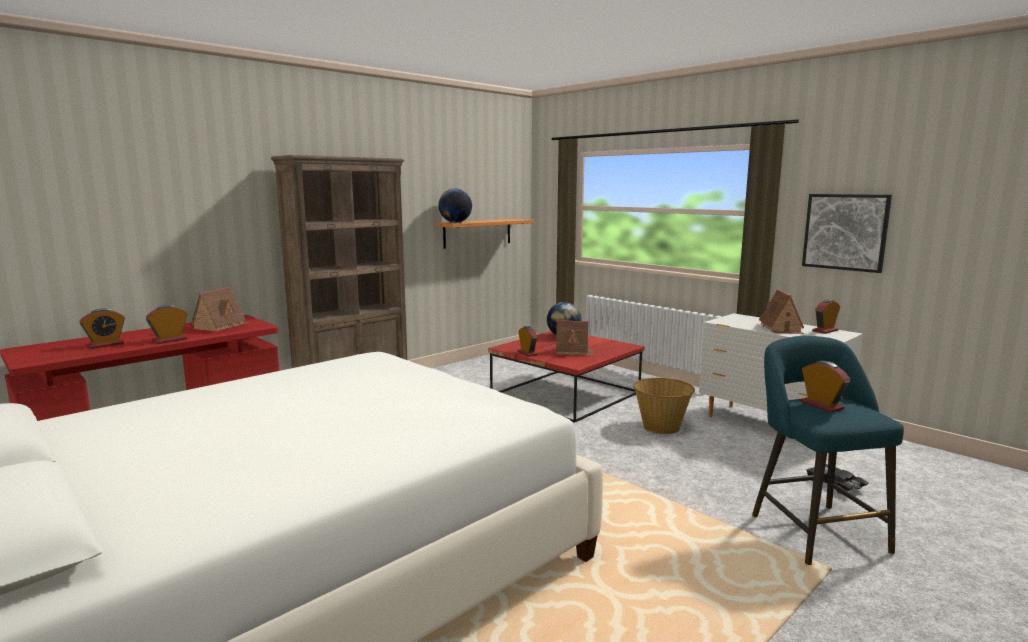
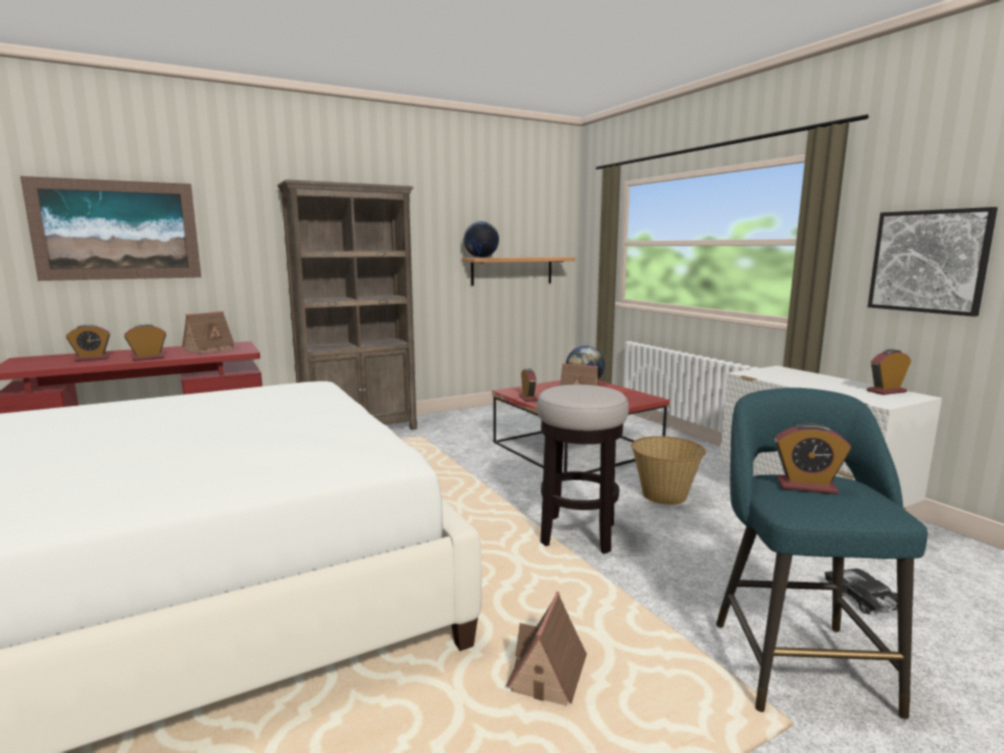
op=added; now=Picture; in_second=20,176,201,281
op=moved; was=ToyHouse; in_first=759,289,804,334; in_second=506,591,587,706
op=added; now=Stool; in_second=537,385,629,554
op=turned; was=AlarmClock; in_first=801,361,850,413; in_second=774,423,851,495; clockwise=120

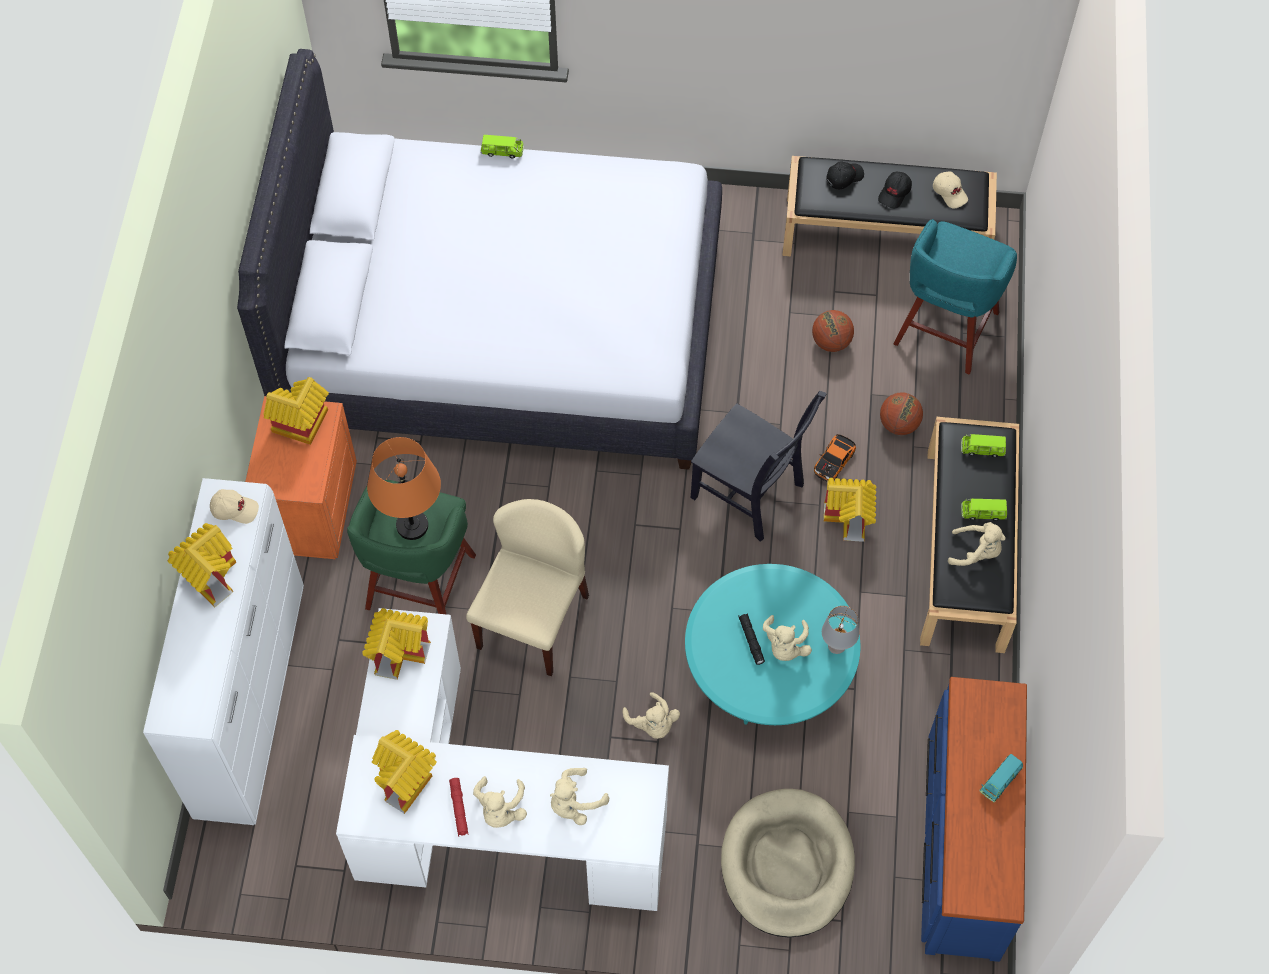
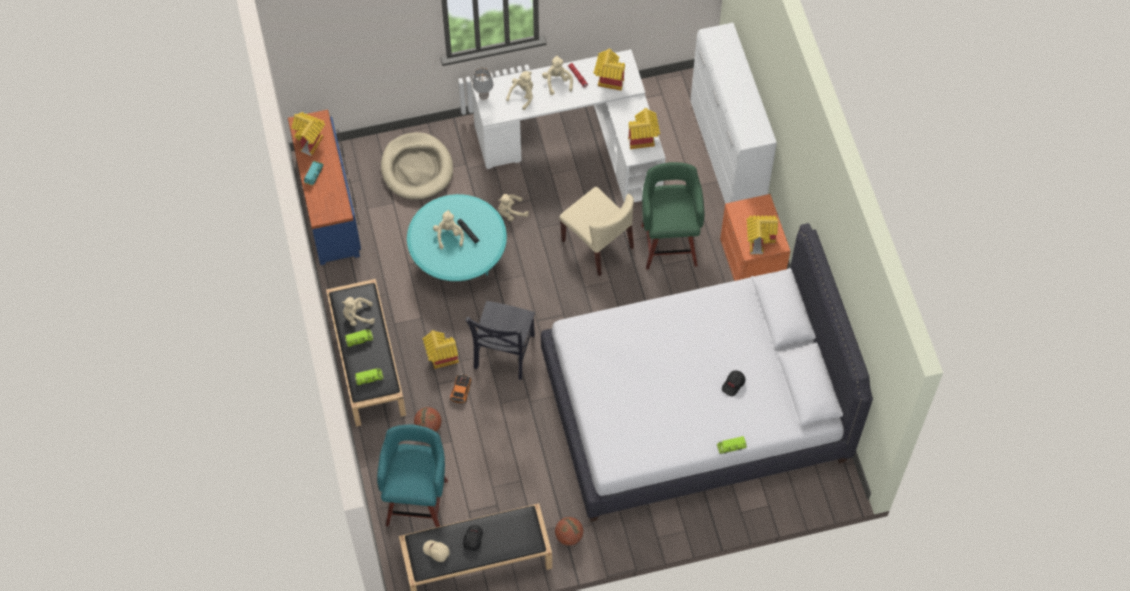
op=moved; was=ToyHouse; in_first=167,523,236,607; in_second=292,112,325,156
op=turned; was=BlackChair; in_first=691,391,827,542; in_second=465,301,535,380; clockwise=-90
op=moved; was=GreyTableLamp; in_first=822,606,859,654; in_second=473,68,493,100
op=turned; was=BeigePlushToy; in_first=622,692,680,739; in_second=498,194,529,221; clockwise=-60
op=moved; was=Basketball; in_first=812,310,854,352; in_second=555,517,583,546
op=turned; was=BeigeChair; in_first=466,499,589,676; in_second=560,187,634,276; clockwise=-45
op=moved; was=BlackCap; in_first=826,161,864,189; in_second=722,370,745,396
op=removed; was=BeigeCap; in_first=210,489,259,524
op=removed; was=OrangeTableLamp; in_first=367,437,441,540

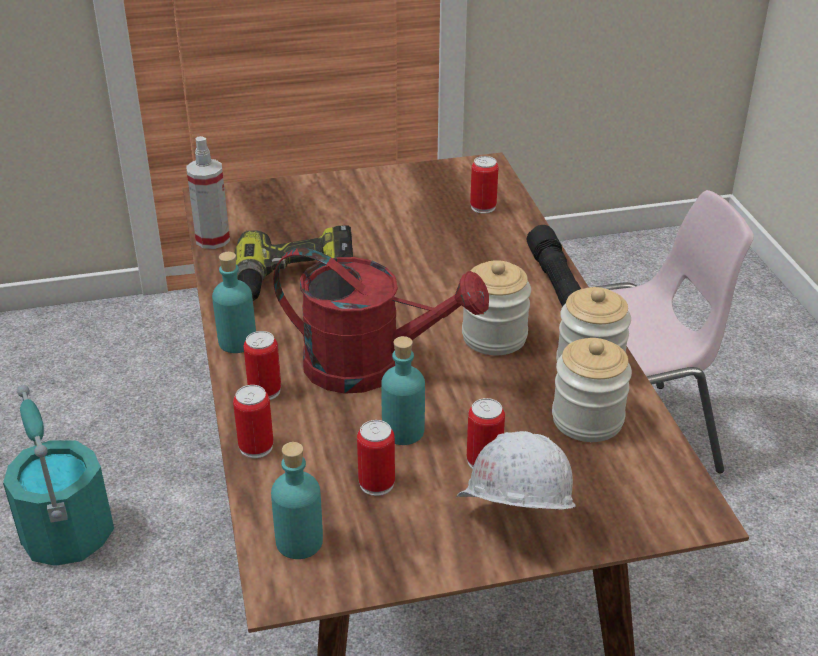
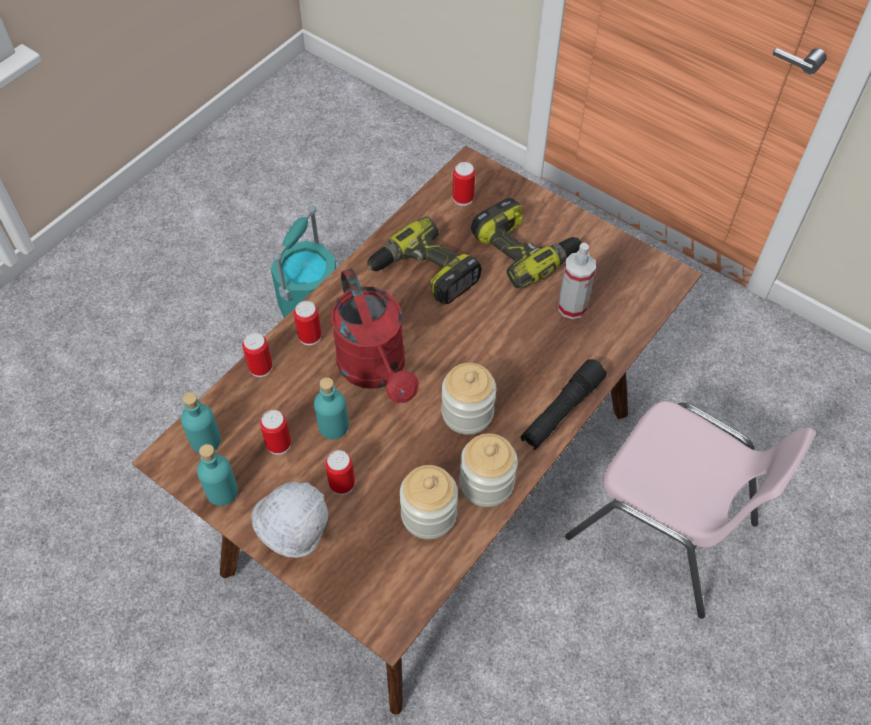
op=moved; was=TurquoiseBottle; in_first=212,252,256,353; in_second=197,444,238,506
op=moved; was=Can; in_first=470,156,498,213; in_second=453,162,475,206
op=added; now=PowerDrill; in_second=471,198,582,288
op=moved; was=SprayBottle; in_first=186,136,230,249; in_second=558,243,596,319

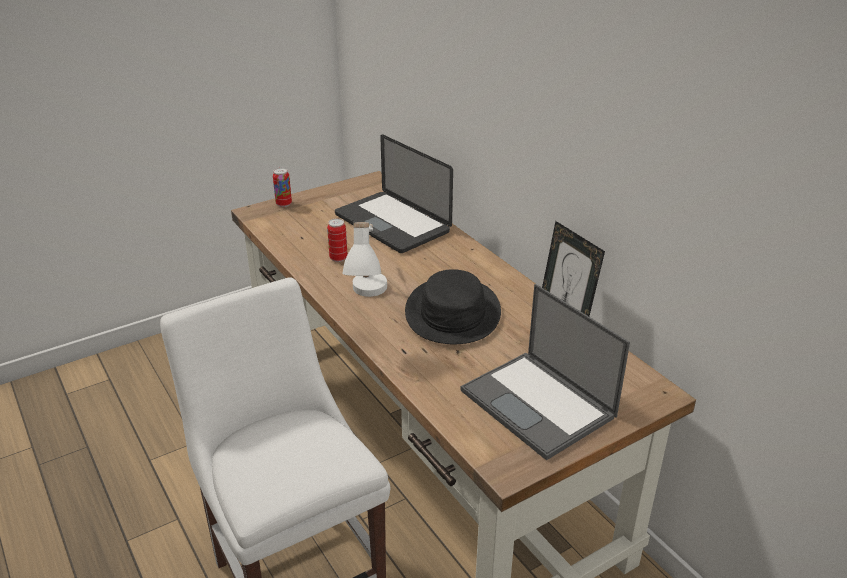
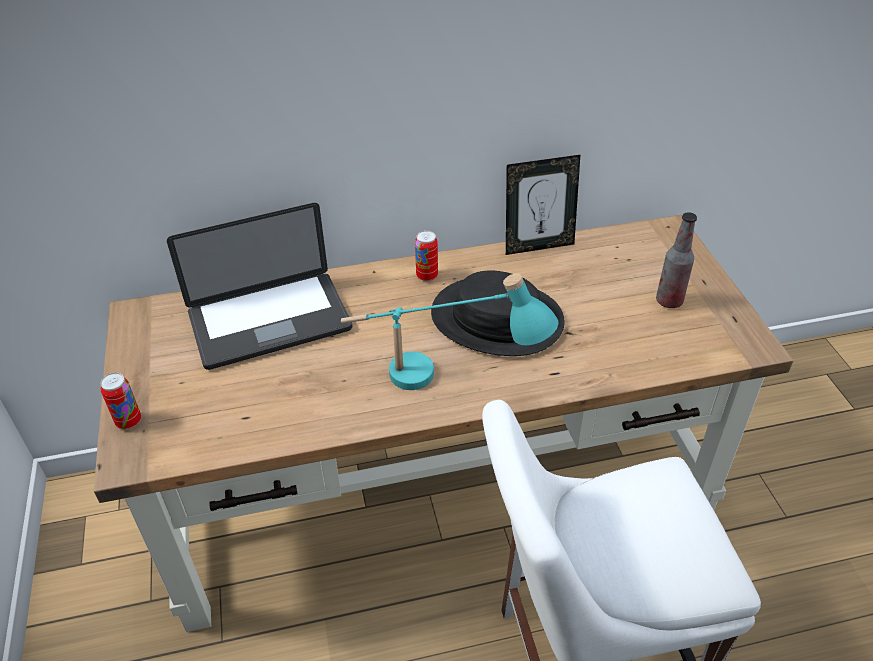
op=recoloured; was=WhiteTableLamp; now=TurquoiseTableLamp; in_first=343,222,387,297; in_second=341,273,558,390
op=moved; was=Can; in_first=327,218,347,262; in_second=415,230,438,281
op=replaced; was=Laptop; now=Bottle; in_first=460,284,630,461; in_second=656,212,697,308

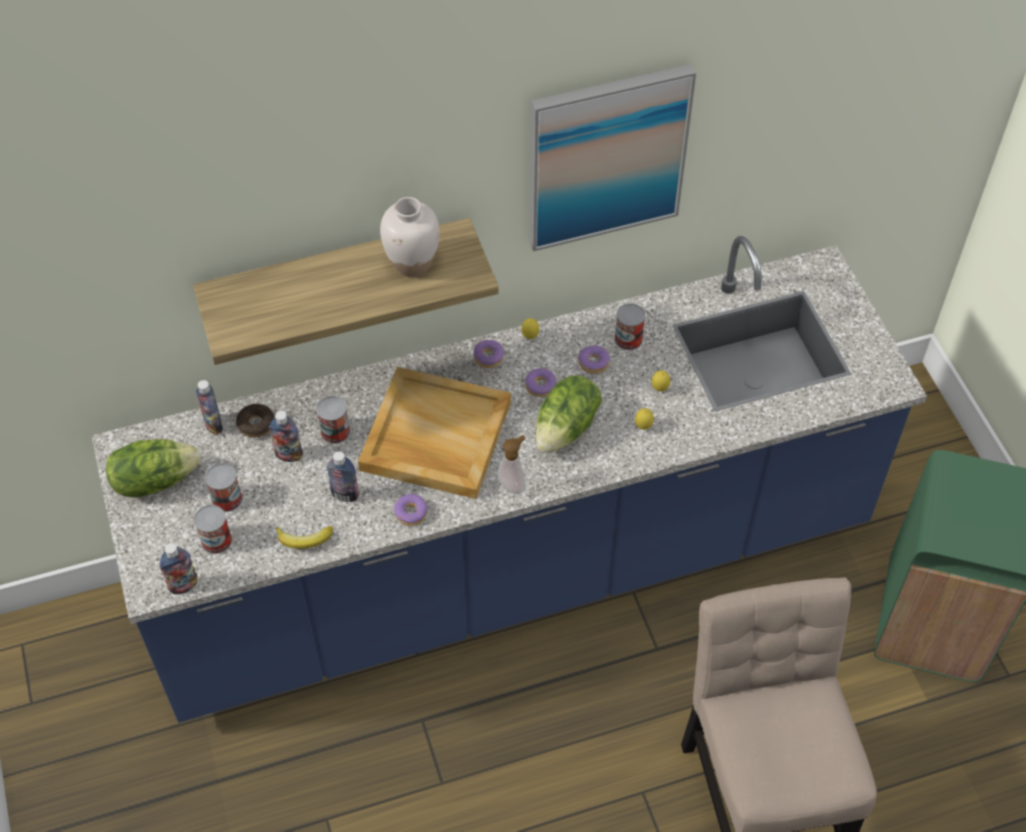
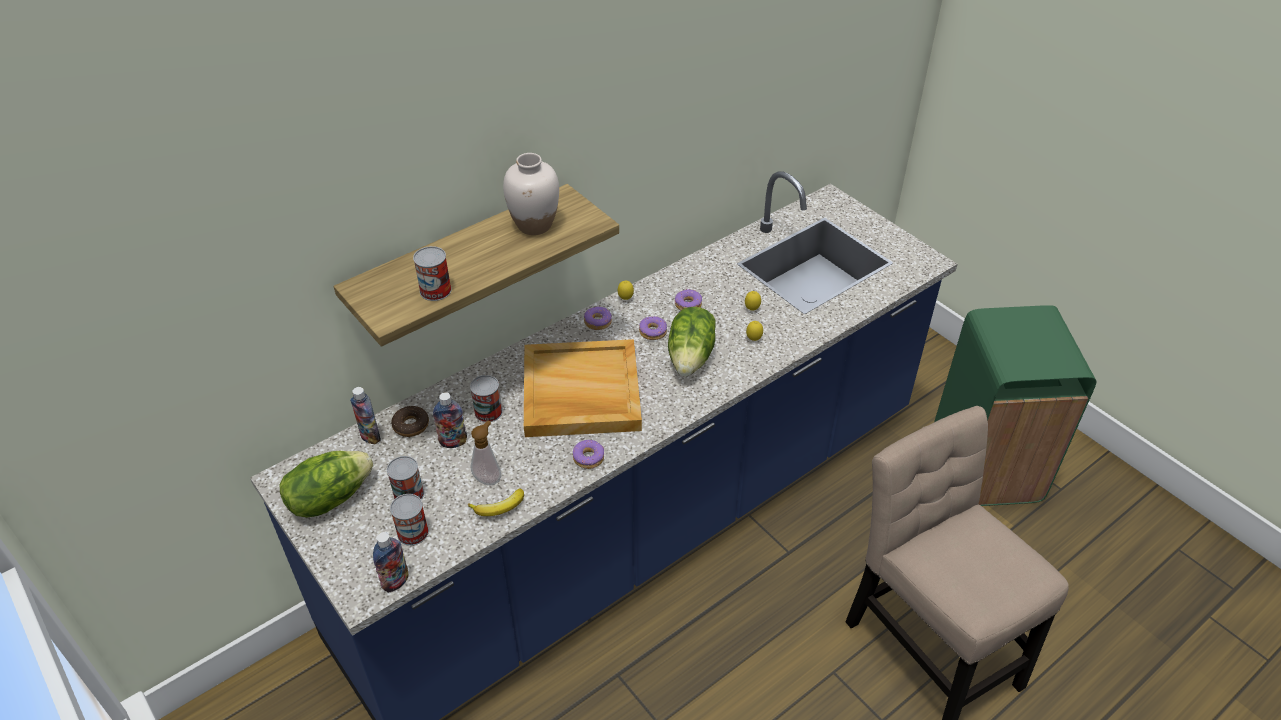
op=moved; was=Can; in_first=614,303,645,350; in_second=413,246,452,301
op=moved; was=SoapDispenser; in_first=498,435,525,494; in_second=471,420,502,485
op=removed; was=Bottle; in_first=326,451,359,502
op=removed; was=Picture; in_first=529,64,696,251

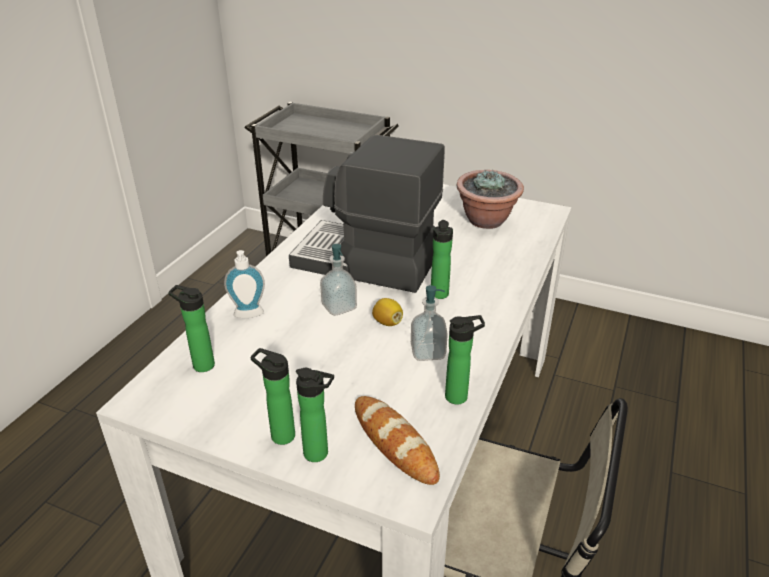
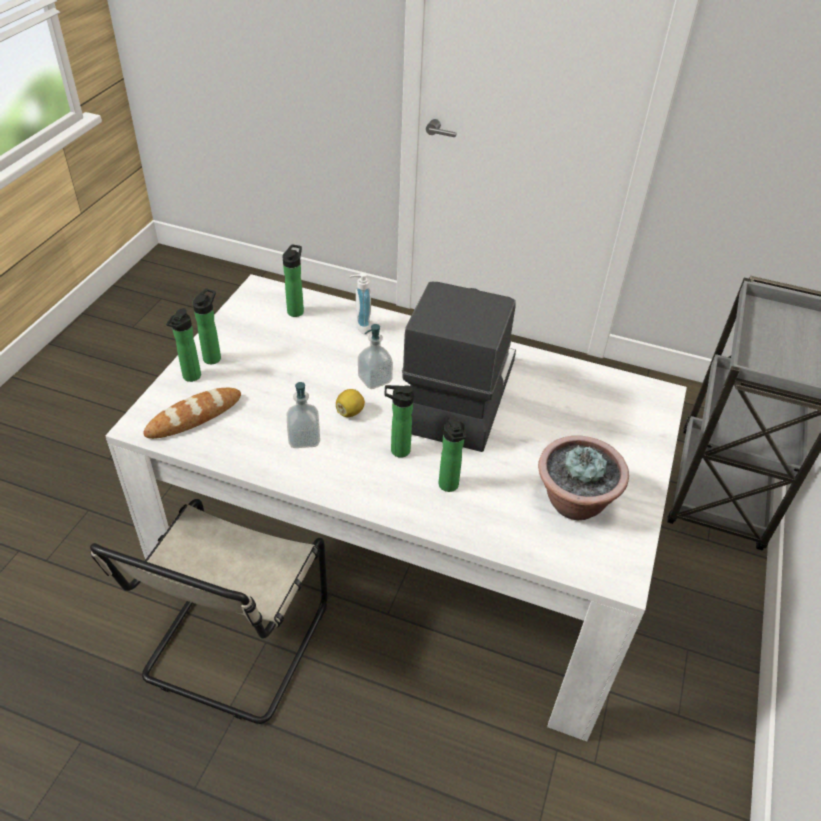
op=moved; was=Bottle; in_first=445,315,485,404; in_second=439,415,467,492

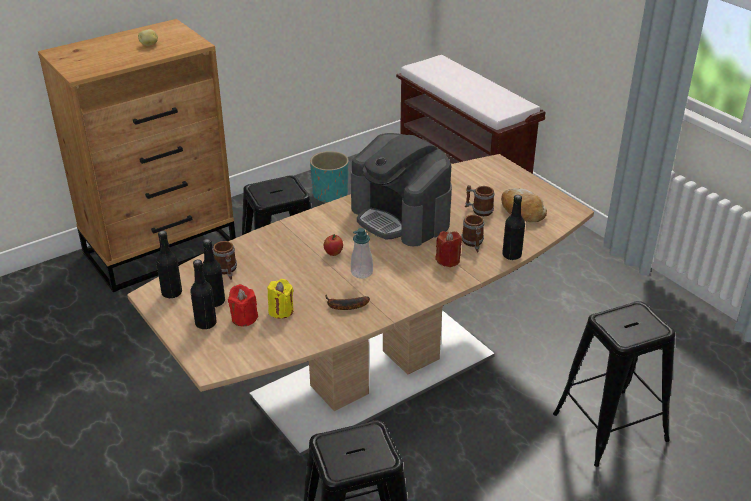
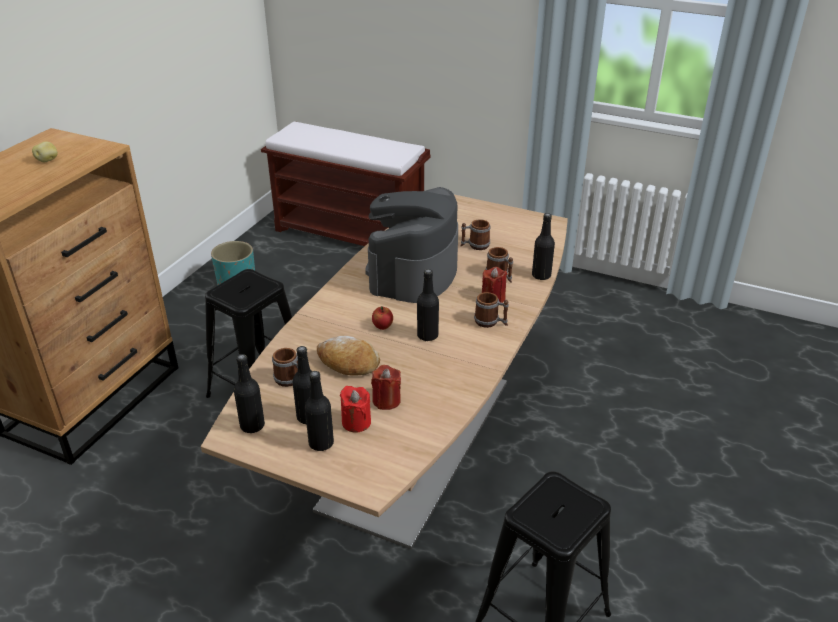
op=moved; was=Bread; in_first=501,188,547,222; in_second=317,336,380,375
op=turned; was=CoffeeMachine; in_first=351,133,452,246; in_second=365,187,458,303; clockwise=90
op=recoloured; was=YellowCandle; now=RedCandle; in_first=267,279,294,319; in_second=371,365,401,410
op=replaced; was=SoapDispenser; now=BlackBottle; in_first=351,228,373,278; in_second=417,269,439,341
op=added; now=Mug; in_second=474,292,509,328
op=removed; was=Banana; in_first=326,295,370,310
op=removed; was=BlackStool; in_first=553,301,675,467

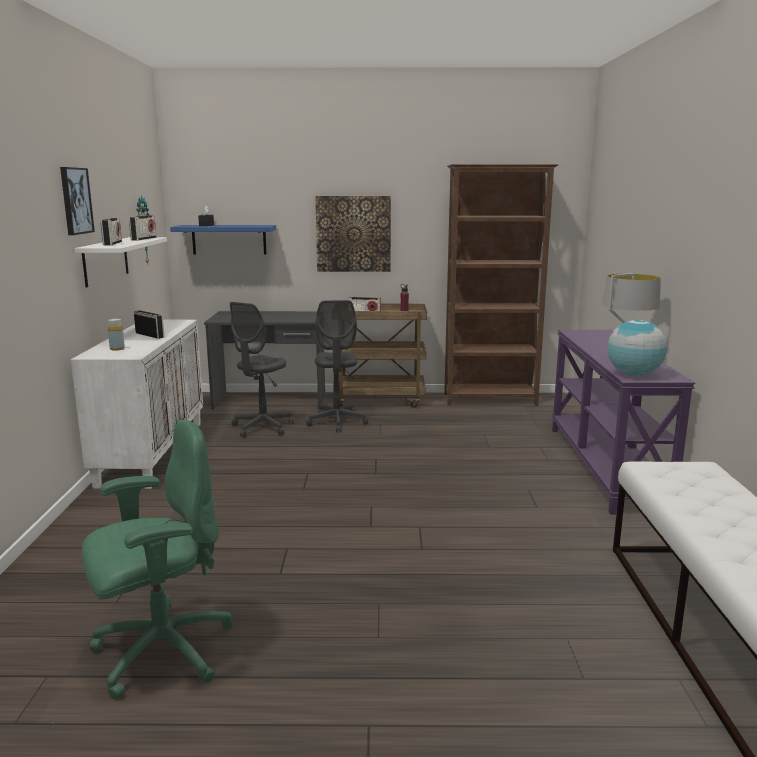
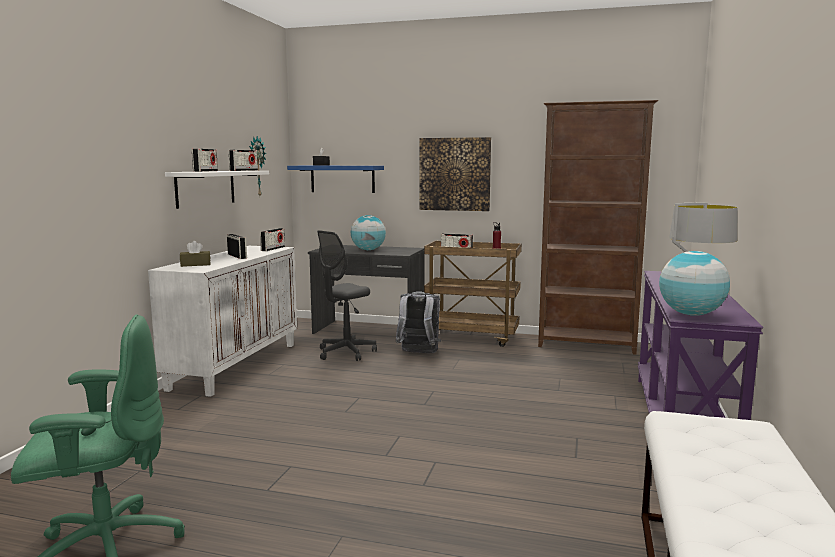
op=replaced; was=YellowBottle; now=BrownTissueBox; in_first=108,318,125,351; in_second=180,241,211,267
op=added; now=Radio; in_second=260,228,285,251
op=added; now=Globe; in_second=351,215,386,250
op=replaced; was=GreyOfficeChair; now=GreyBackpack; in_first=306,300,369,433; in_second=395,291,441,353
op=removed; was=Picture; in_first=60,167,95,235

